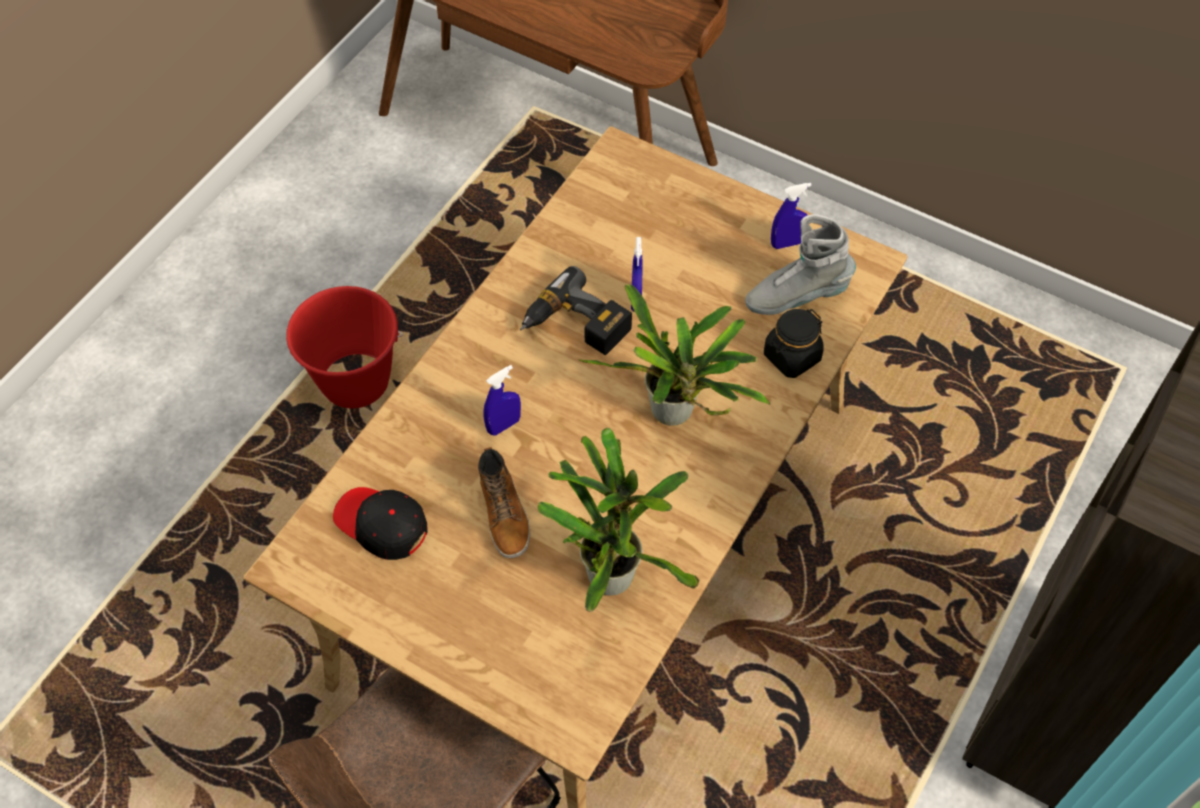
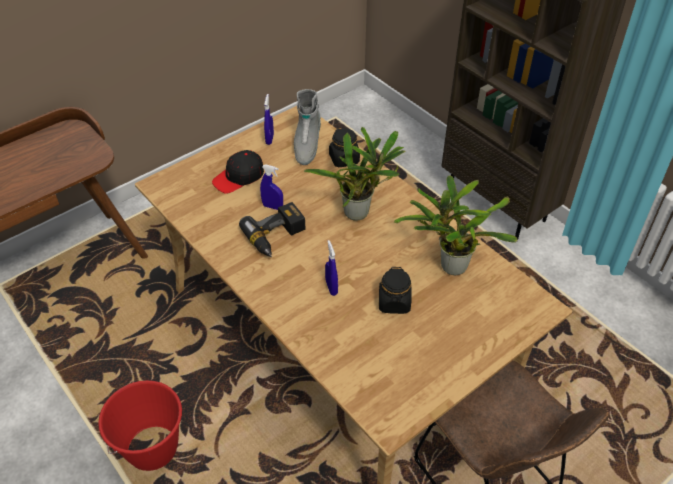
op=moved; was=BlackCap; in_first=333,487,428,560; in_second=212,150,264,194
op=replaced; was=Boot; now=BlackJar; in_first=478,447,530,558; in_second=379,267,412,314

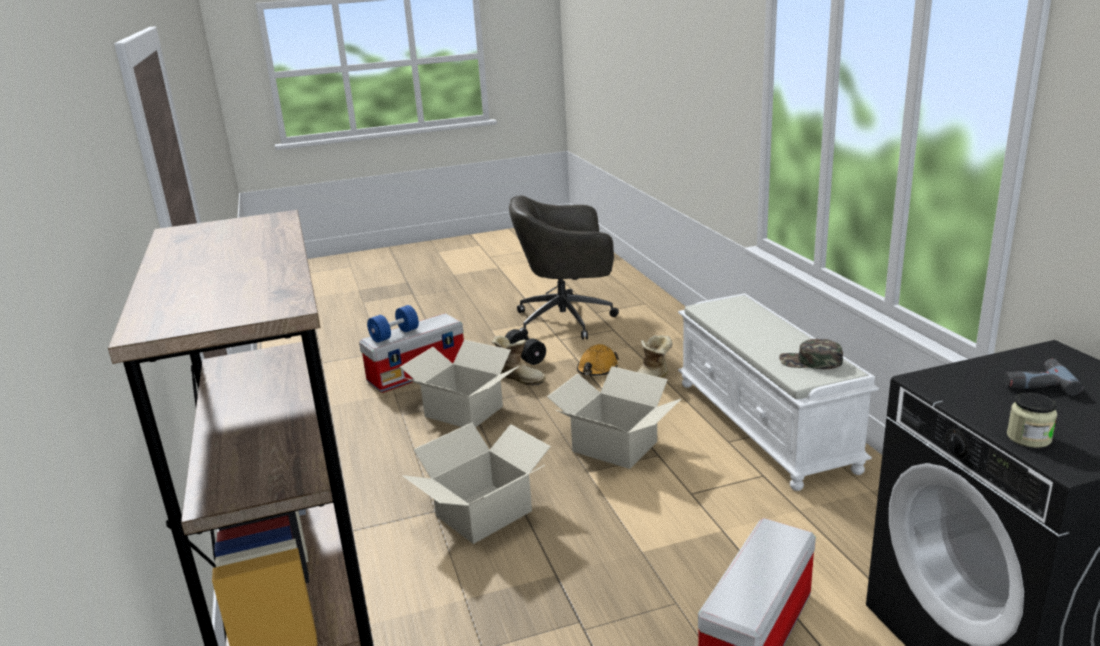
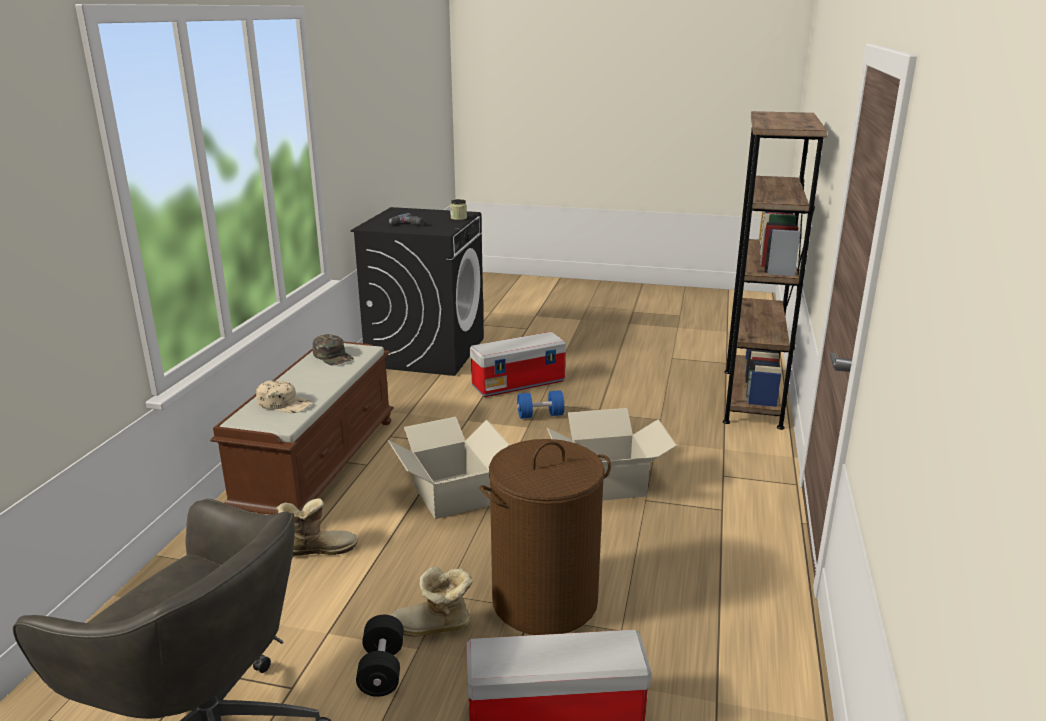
op=recoloured; was=WhiteBench; now=BrownBench; in_first=678,293,879,491; in_second=210,341,394,515
op=added; now=BeigeCap; in_second=256,380,313,413
op=turned; was=Boot; in_first=491,336,546,386; in_second=390,566,473,637; clockwise=-60
op=replaced; was=CardboardBox; now=BrownLaundryBasket; in_first=400,340,519,427; in_second=480,439,611,635
op=moved; was=BlueDumbbell; in_first=367,305,419,343; in_second=517,390,564,419
op=removed; was=OrangeHardHat; in_first=577,344,619,376

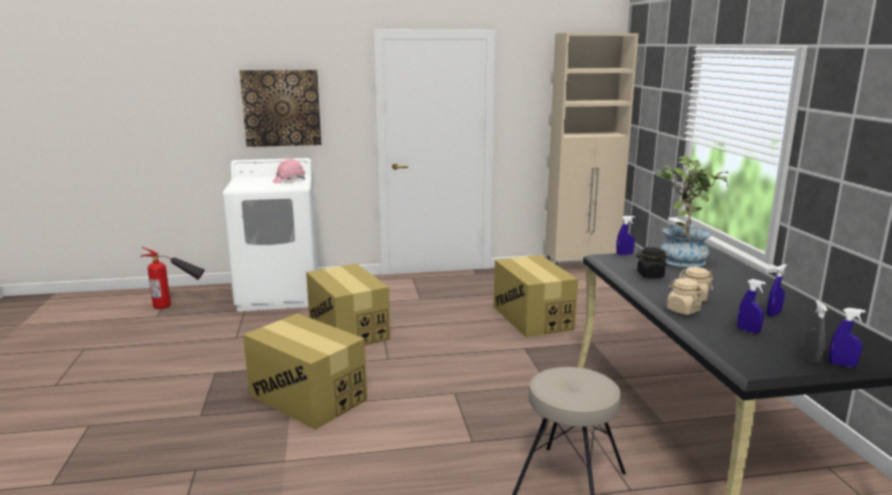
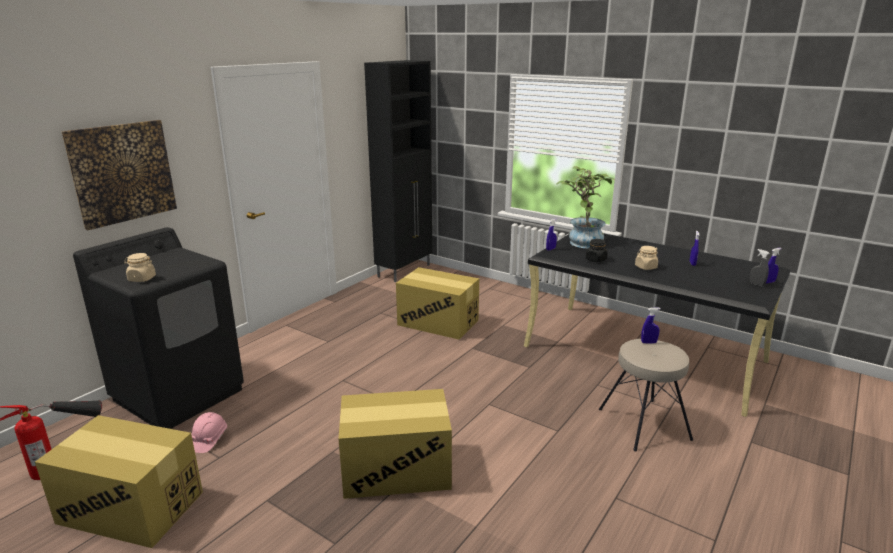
op=moved; was=CardboardBox; in_first=306,263,391,345; in_second=35,415,203,548
op=recoloured; was=WhiteWashingMachine; now=BlackWashingMachine; in_first=222,158,318,312; in_second=73,227,244,429
op=moved; was=BeigeJar; in_first=667,278,702,315; in_second=124,253,156,282
op=moved; was=PinkHardHat; in_first=273,159,305,183; in_second=191,412,227,453
op=recoloured; was=BeigeCabinet; now=BlackCabinet; in_first=545,33,639,266; in_second=364,60,432,282
op=moved; was=BlueSprayBottle; in_first=738,279,766,333; in_second=641,308,661,343

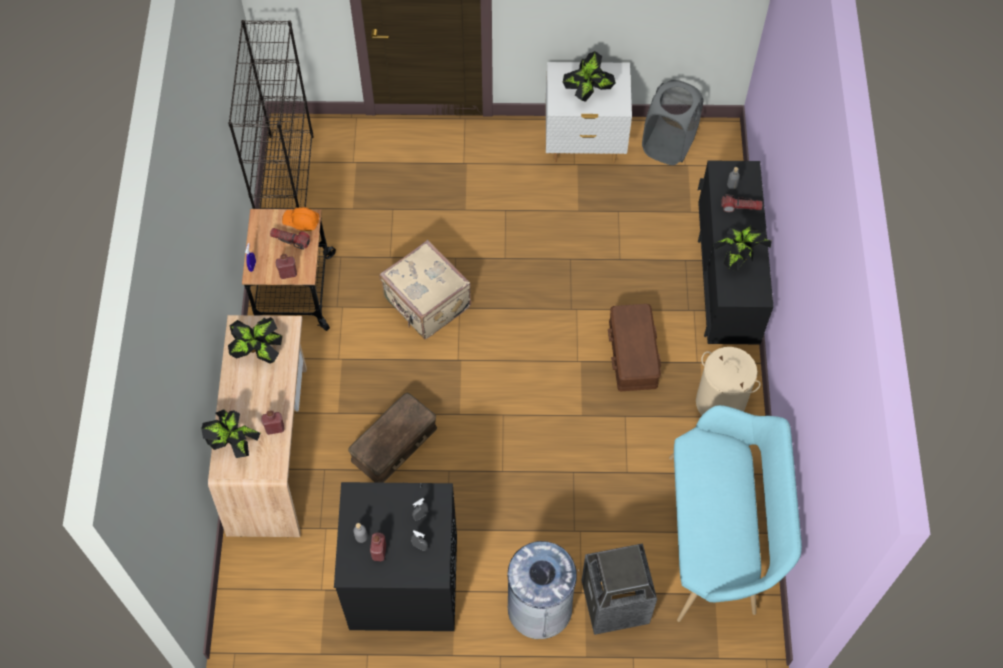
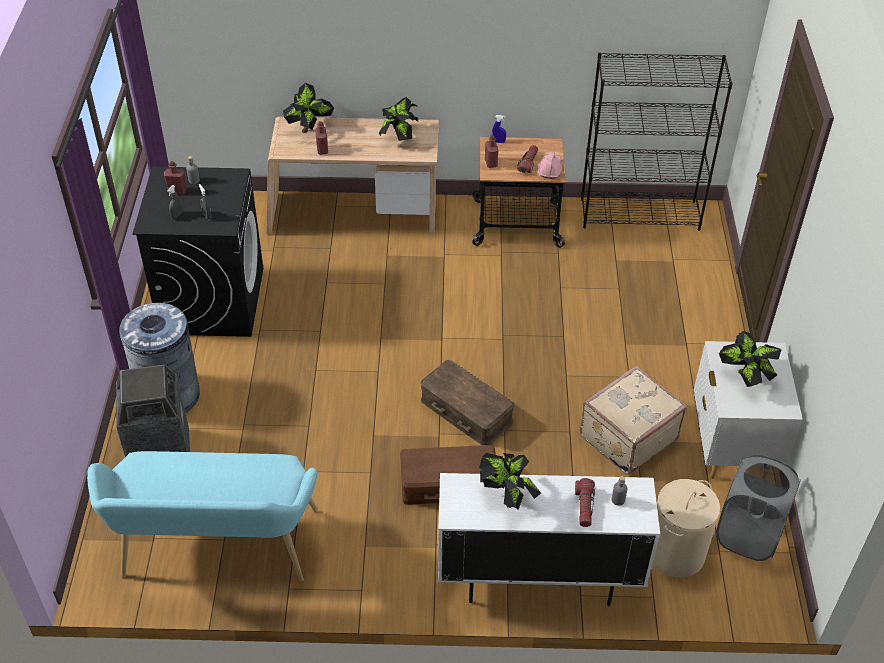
op=moved; was=BrownStorageBox; in_first=348,393,437,483; in_second=420,360,515,445
op=recoloured; was=BlackCabinet; now=WhiteCabinet; in_first=698,161,773,344; in_second=438,473,660,606
op=recoloured; was=OrangeHardHat; now=PinkHardHat; in_first=282,207,319,231; in_second=538,152,562,179
op=moved; was=BeigeSuitcase; in_first=379,240,471,339; in_second=580,366,687,475
op=moved; was=BeigeLaundryBasket; in_first=696,347,761,415; in_second=652,479,720,578

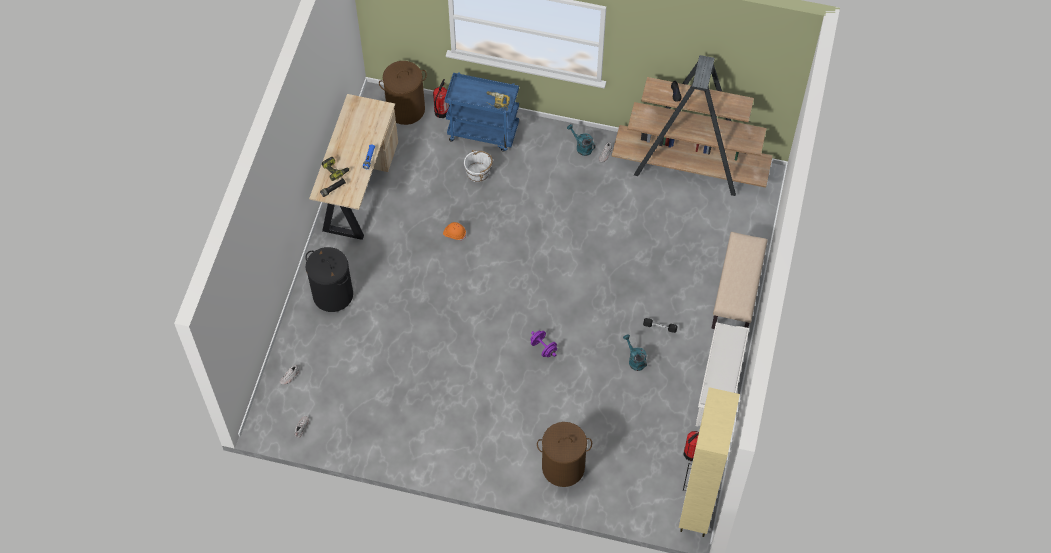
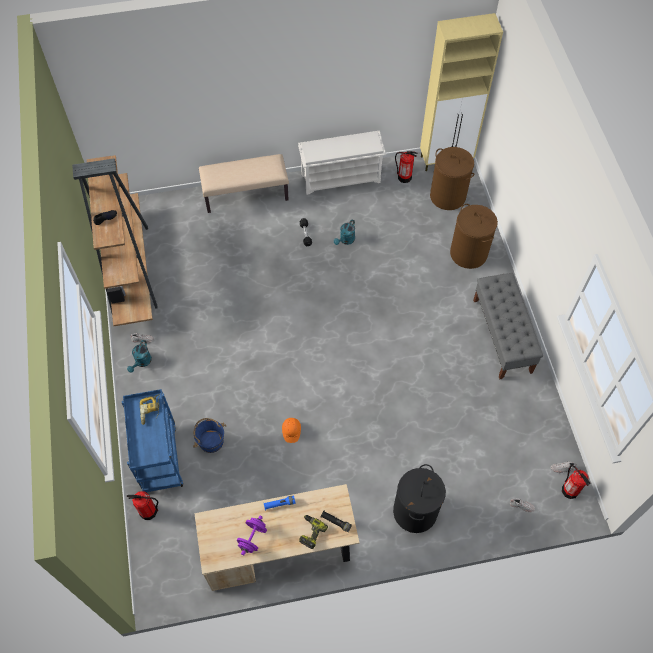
op=recoloured; was=WhiteBucket; now=BlueBucket; in_first=464,150,493,182; in_second=193,418,227,453
op=moved; was=PurpleDumbbell; in_first=530,331,557,357; in_second=237,516,267,556
op=moved; was=BrownLaundryBasket; in_first=379,61,427,125; in_second=430,147,474,210
op=added; now=GreyBench; in_second=473,273,543,380
op=added; now=FireExtinguisher; in_second=562,465,591,499

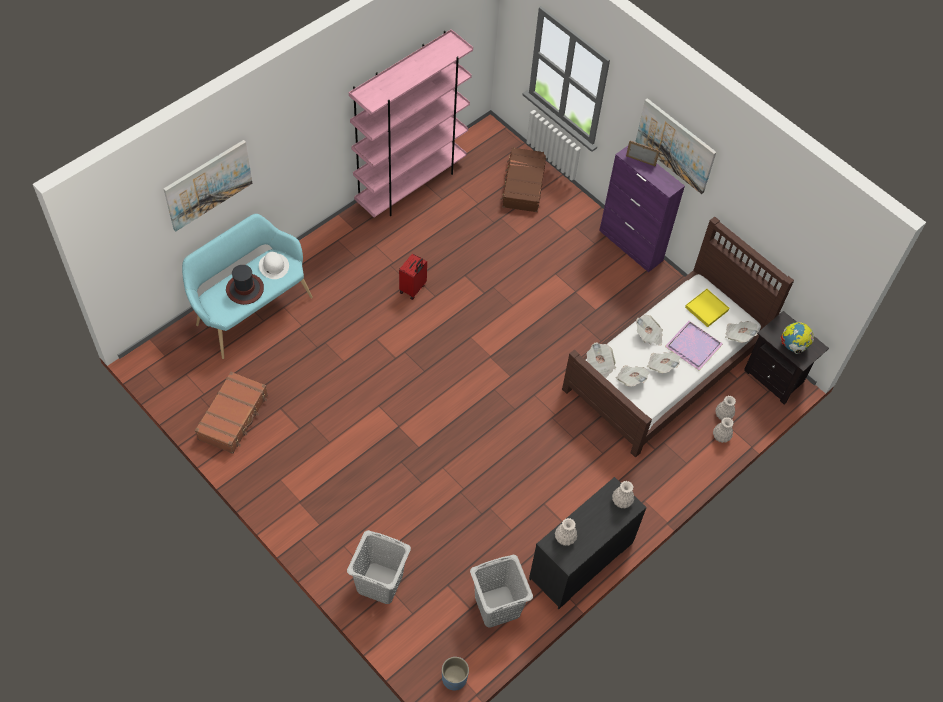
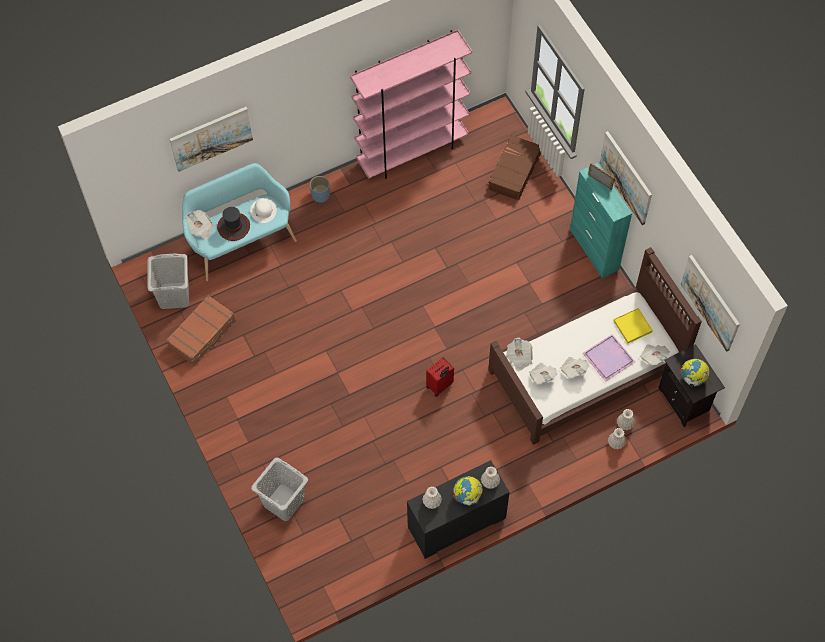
op=moved; was=GreyLaundryBasket; in_first=470,555,533,628; in_second=148,254,189,309
op=moved; was=Newspaper; in_first=636,315,663,346; in_second=185,210,214,239
op=moved; was=BluePlanter; in_first=442,657,469,691; in_second=310,176,330,203
op=moved; was=RedSuitcase; in_first=399,253,427,300; in_second=426,357,454,397
op=added; now=Globe; in_second=453,476,483,506
op=recoloured; was=PurpleCabinet; now=TurquoiseCabinet; in_first=599,146,685,272; in_second=570,163,632,278
op=added; now=Picture; in_second=681,255,740,352

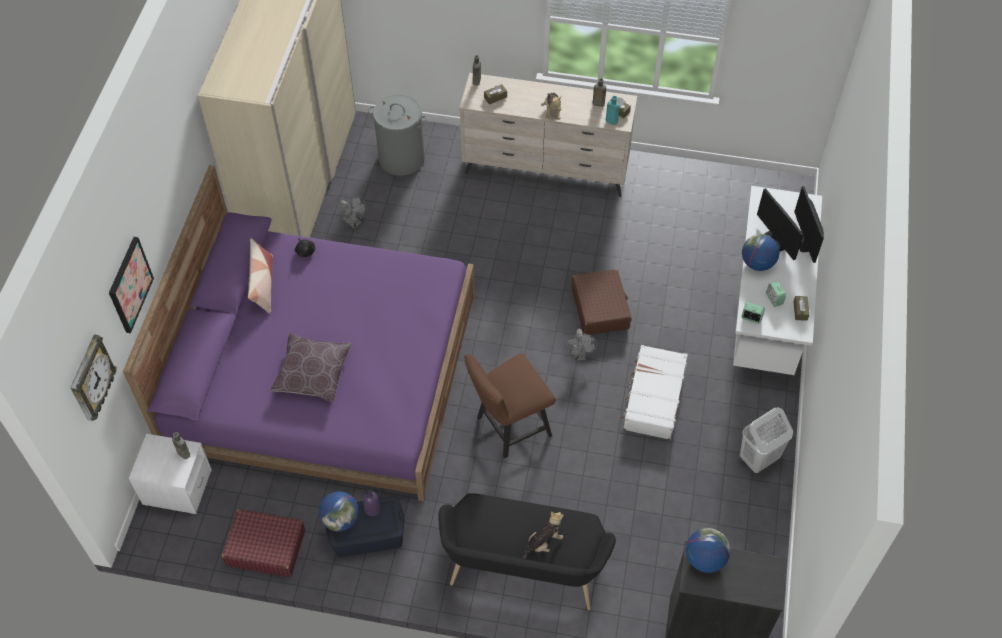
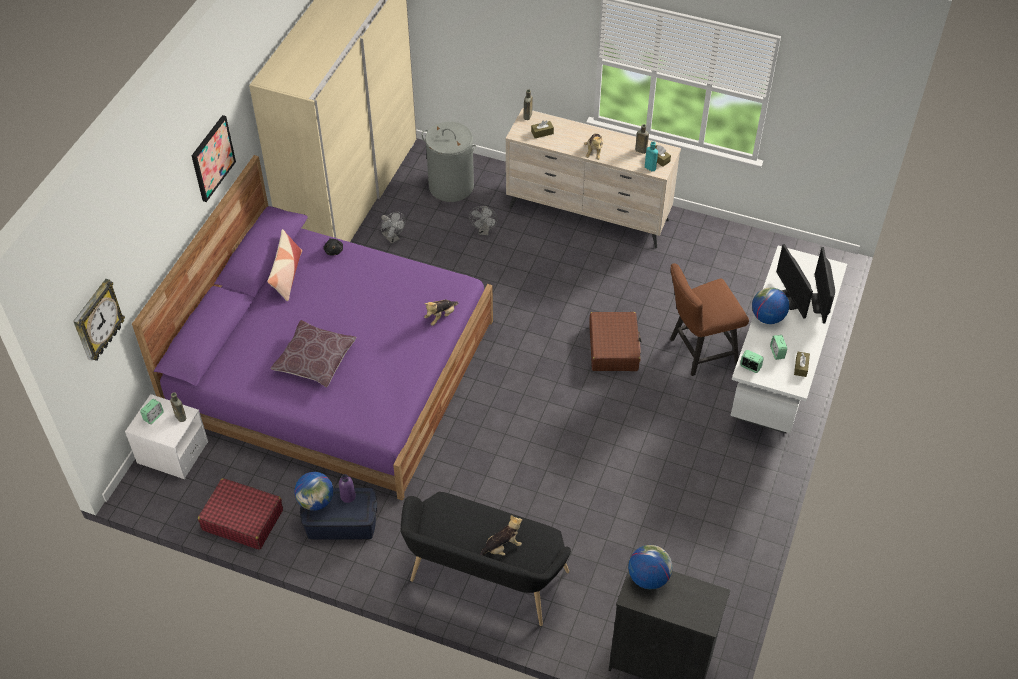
op=added; now=AlarmClock; in_second=140,399,164,424
op=moved; was=Picture; in_first=109,237,154,333; in_second=191,115,236,202
op=added; now=PlushToy; in_second=424,300,458,326
op=moved; was=GreyFan; in_first=565,329,597,360; in_second=469,206,498,235
op=moved; was=BrownChair; in_first=464,353,556,458; in_second=670,263,749,376
op=removed; was=WhiteSuitcase; in_first=621,345,688,440
op=removed; was=WhiteLaundryBasket; in_first=740,408,793,473

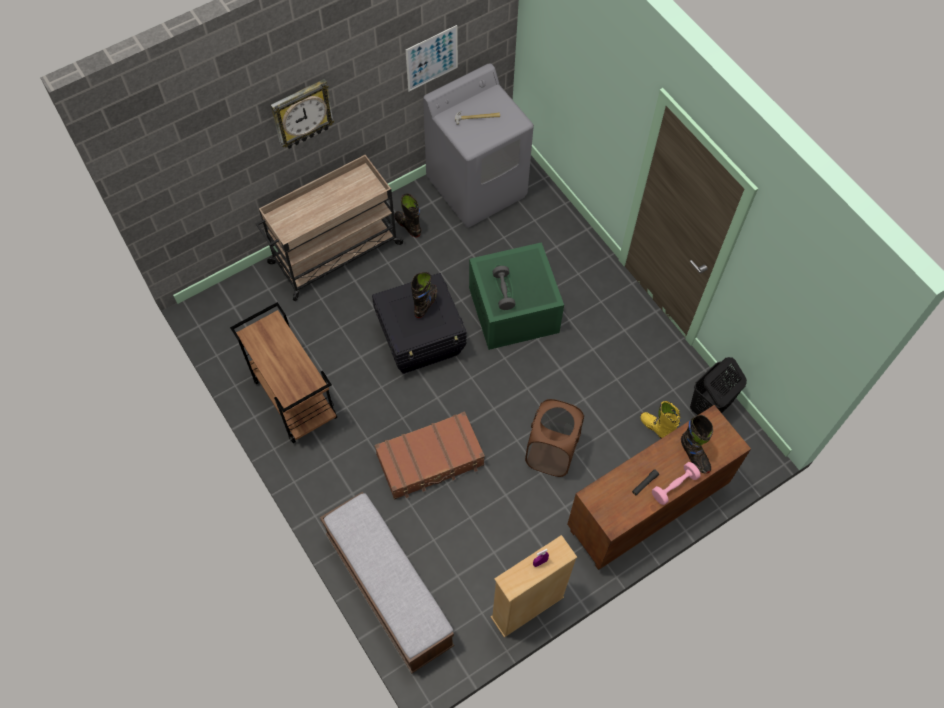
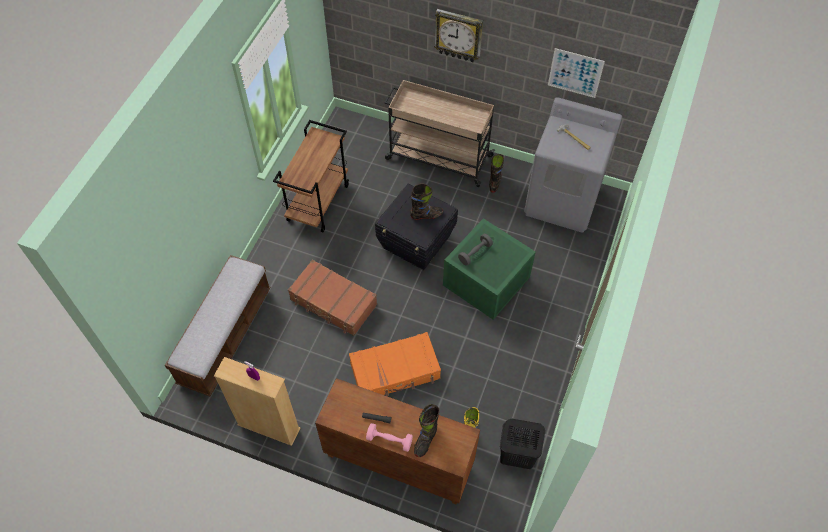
op=replaced; was=BrownLaundryBasket; now=OrangeSuitcase; in_first=525,399,584,477; in_second=349,332,441,396

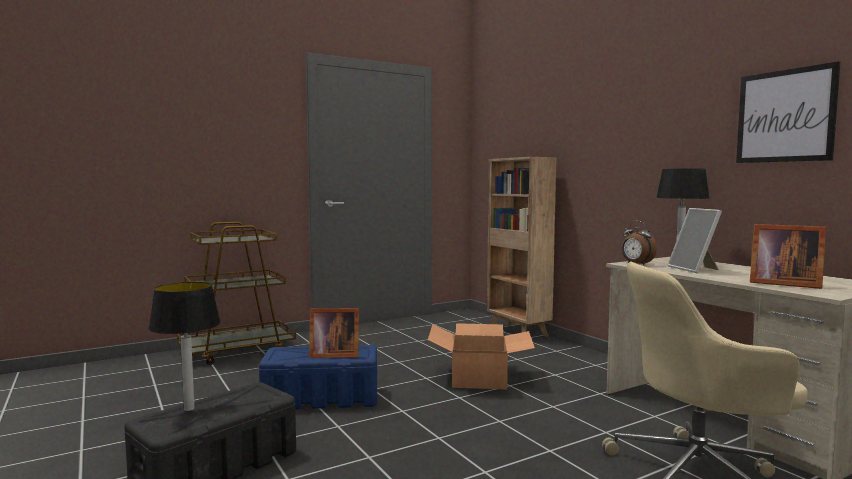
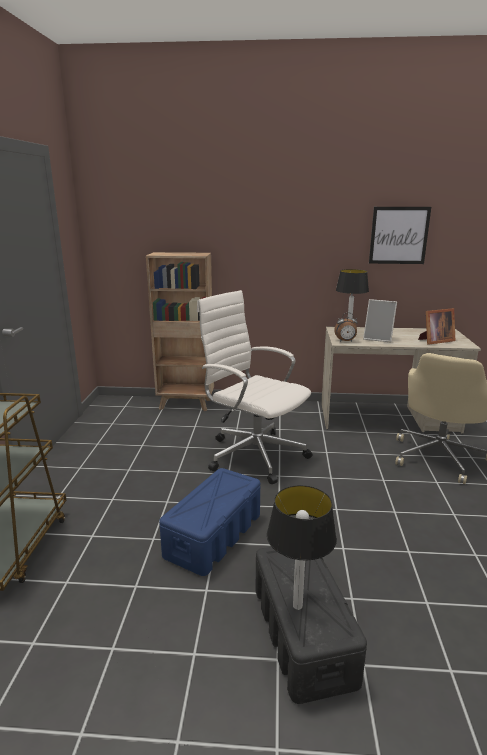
op=replaced; was=CardboardBox; now=WhiteOfficeChair; in_first=428,323,535,389; in_second=197,290,313,484
op=removed; was=PictureFrame; in_first=309,308,359,358

